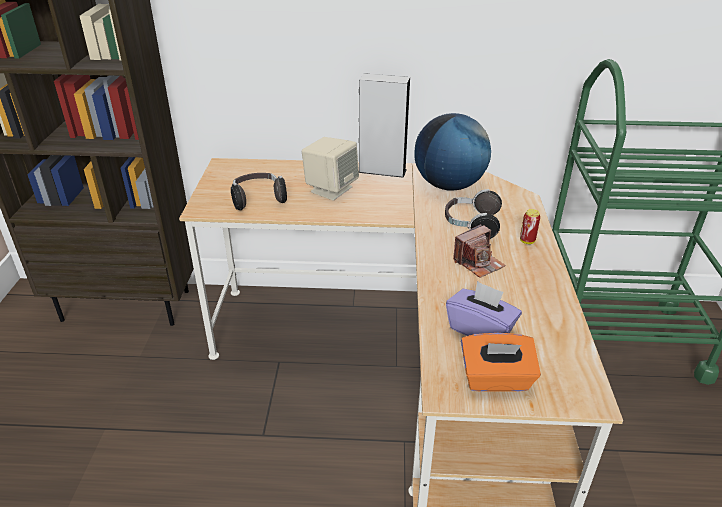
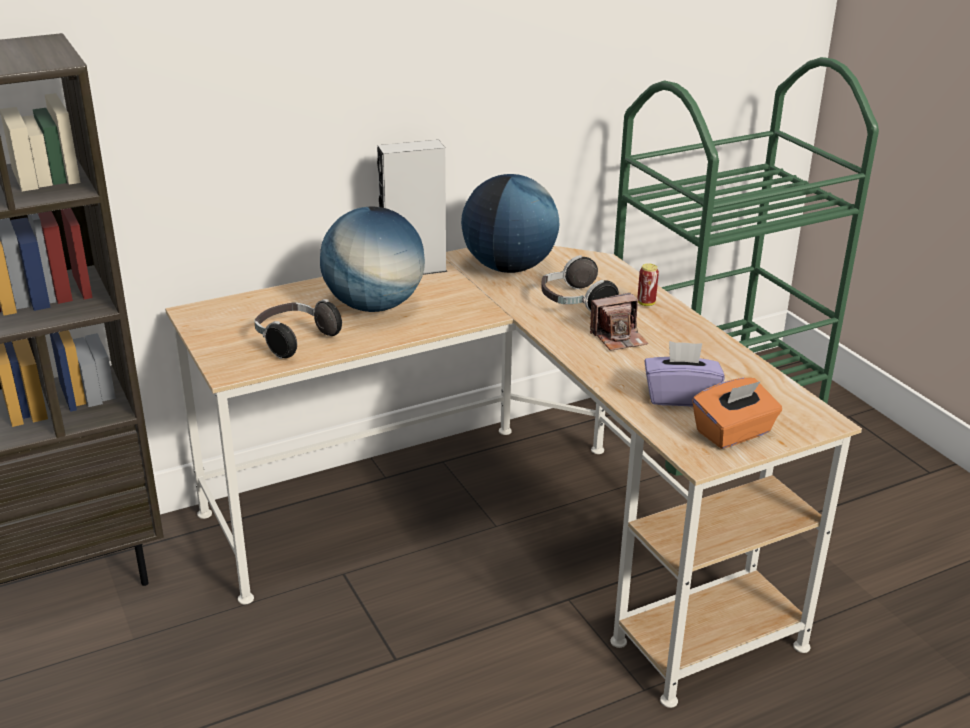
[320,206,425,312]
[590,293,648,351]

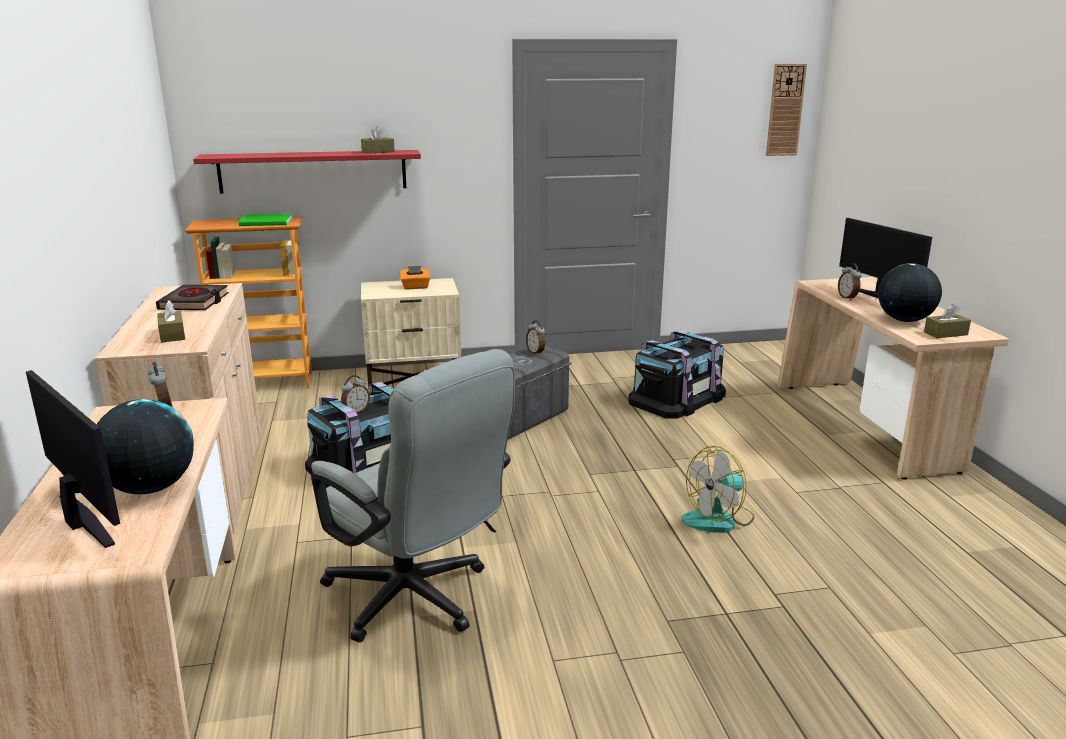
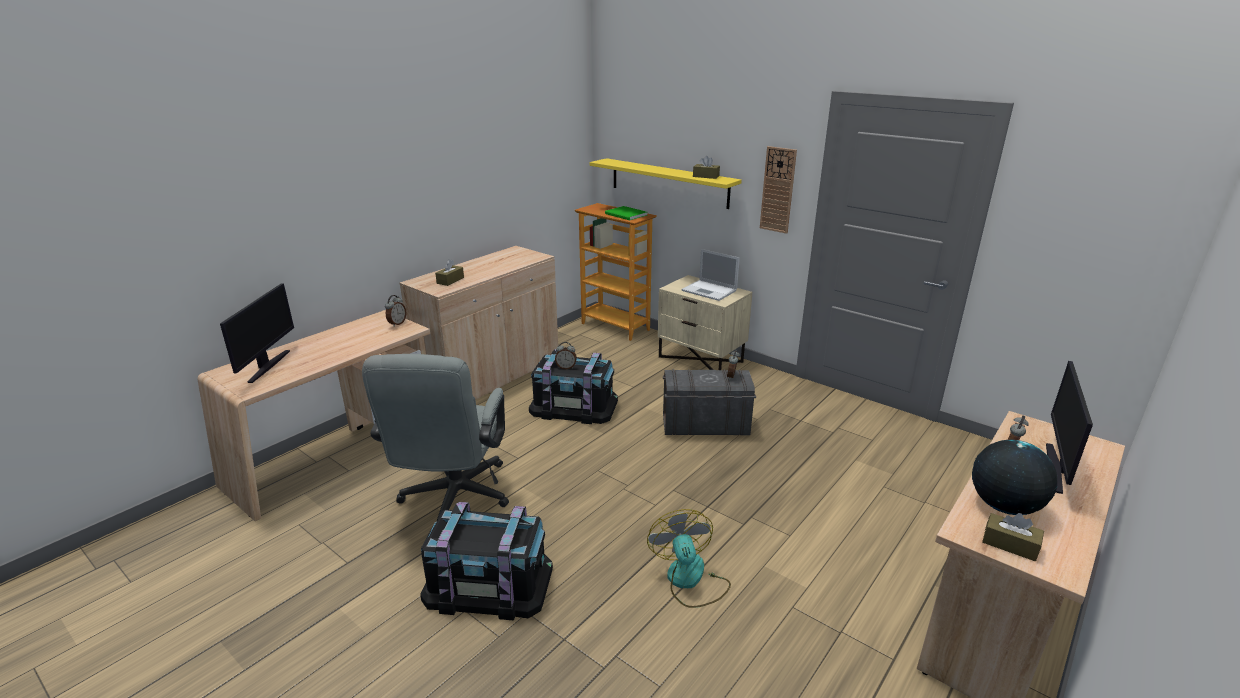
[96,399,194,494] (first image)
[156,285,229,310] (first image)
[590,158,742,209]
[681,249,740,301]
[420,502,553,620]
[647,509,731,608]
[760,146,797,234]

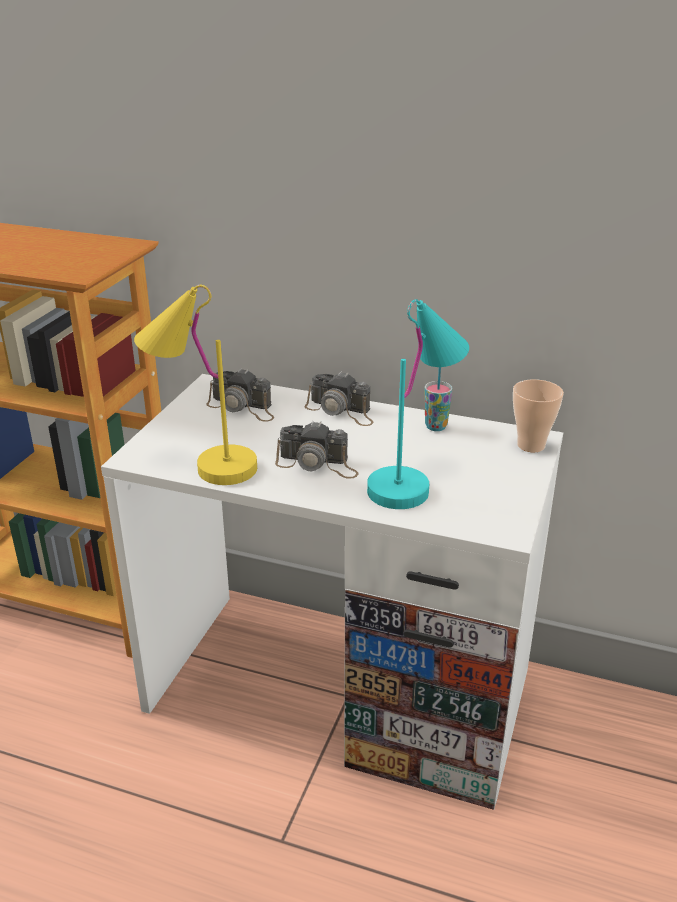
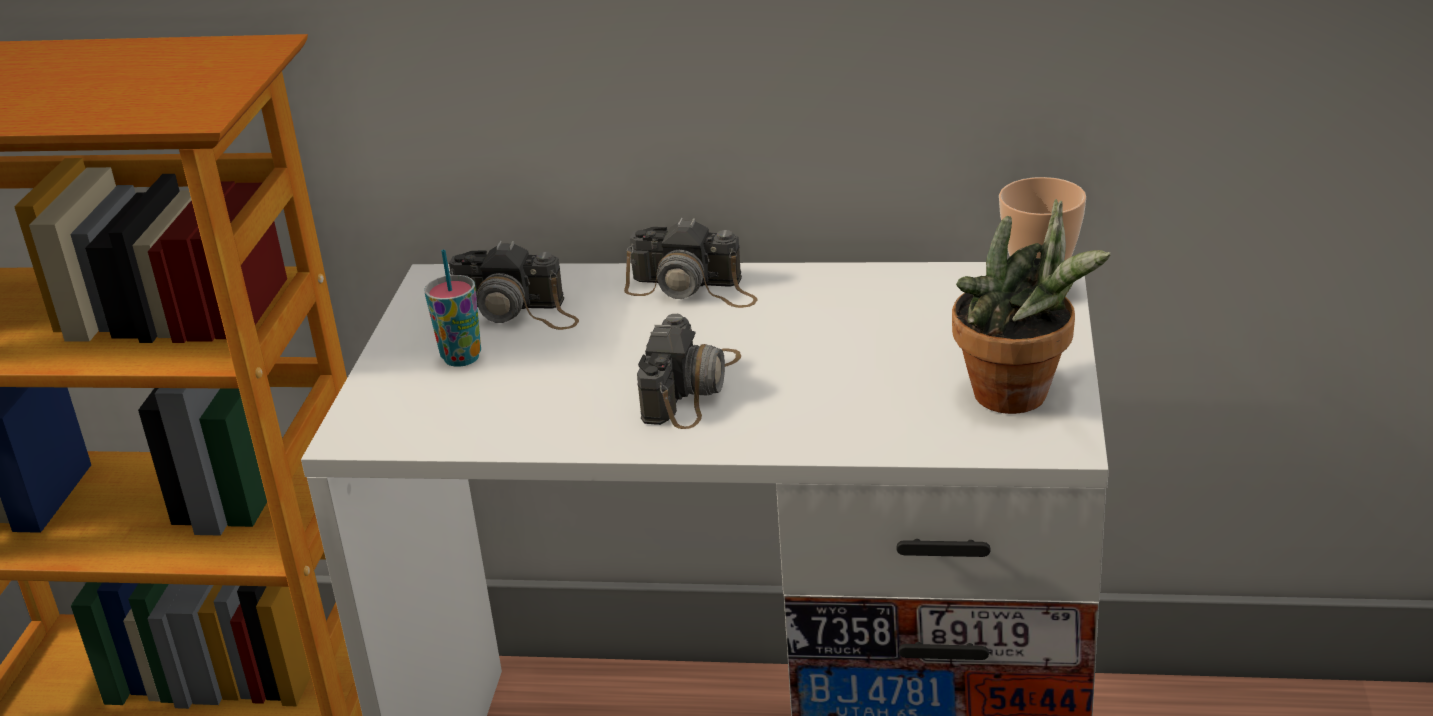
[134,285,257,485] (first image)
[637,314,741,429]
[367,299,469,509] (first image)
[424,250,481,367]
[952,199,1110,414]

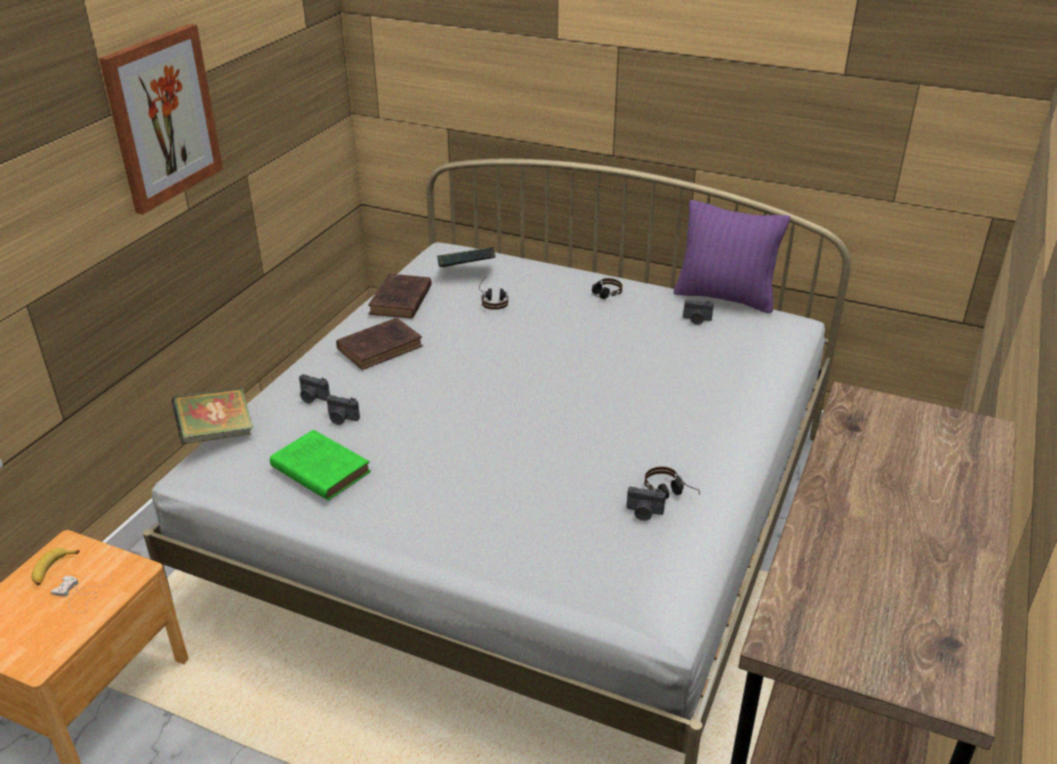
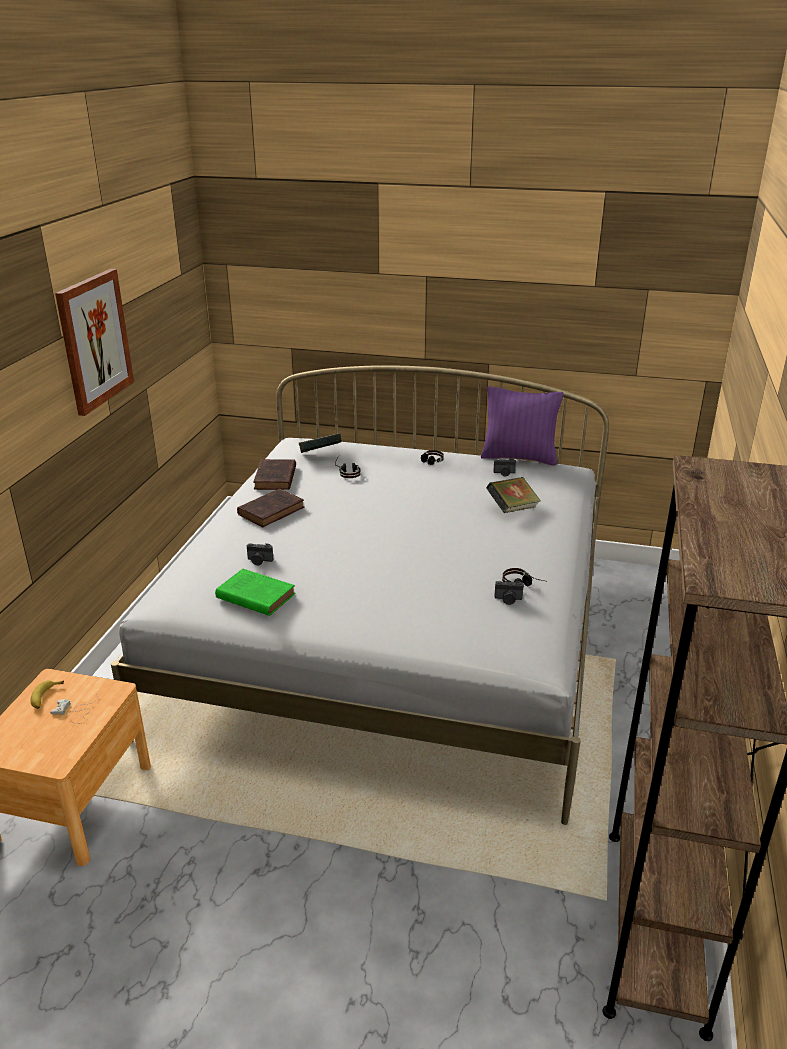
[486,477,541,513]
[299,374,330,403] (first image)

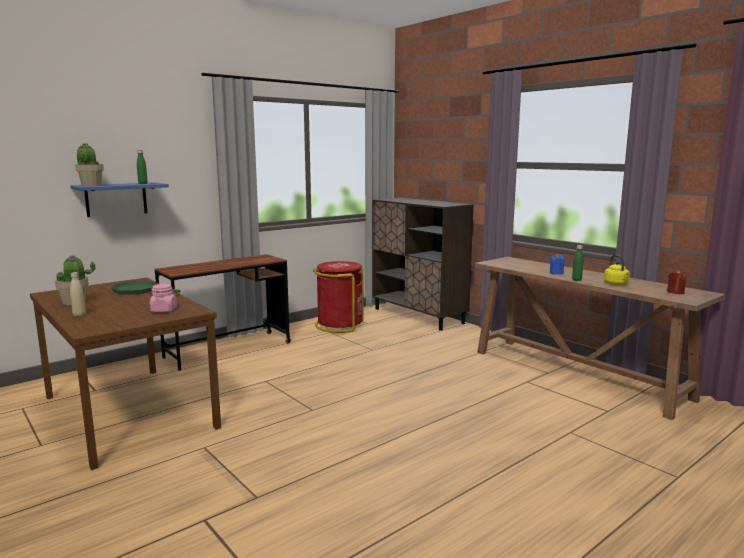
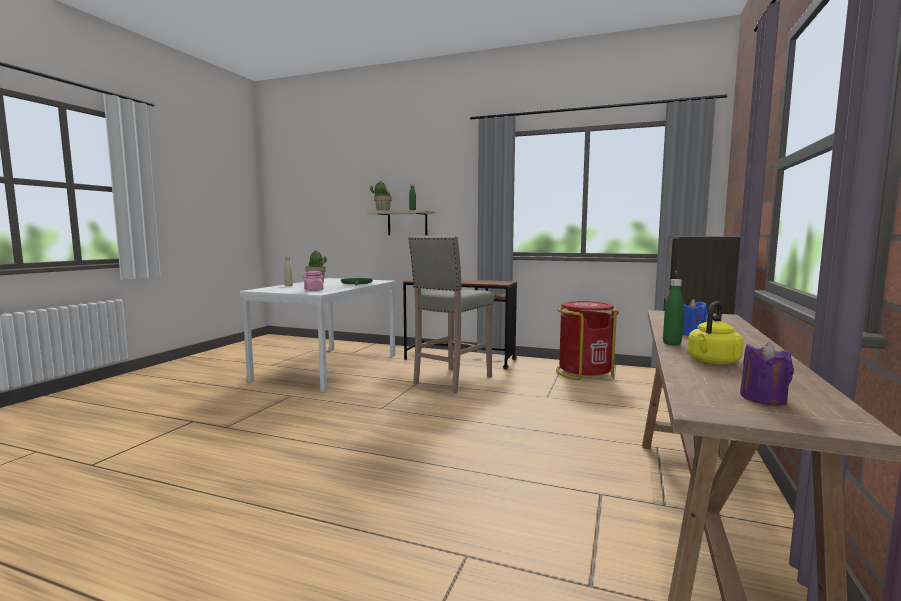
[240,278,396,392]
[367,210,435,235]
[740,342,794,406]
[408,236,494,393]

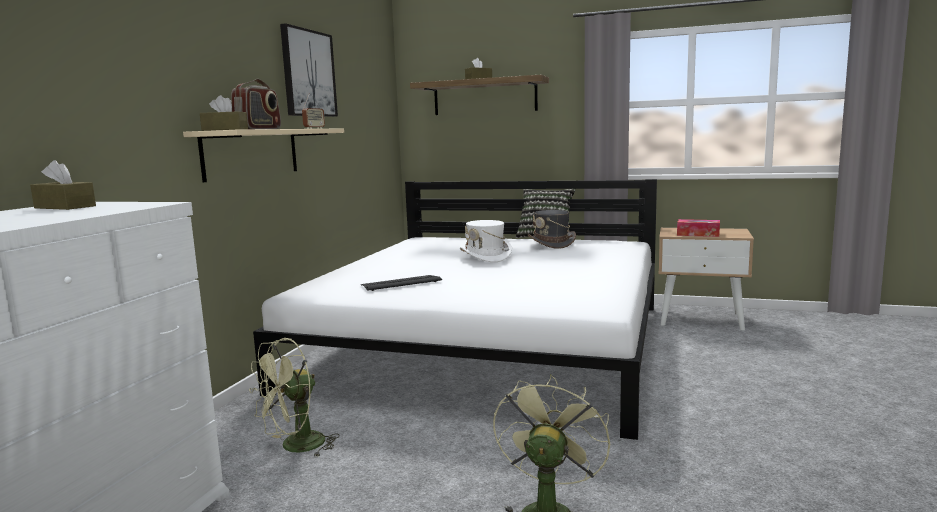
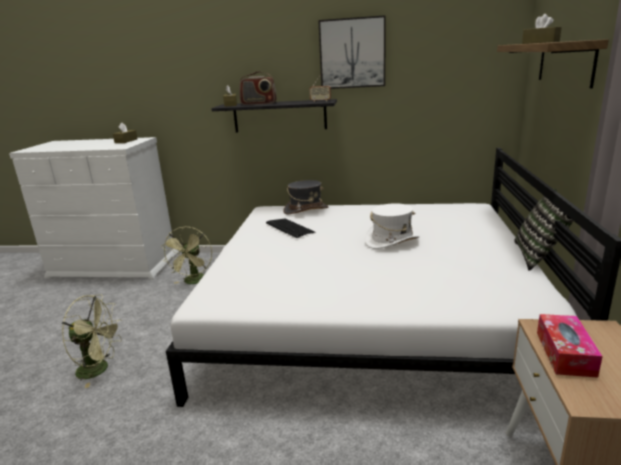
[211,99,337,133]
[161,227,212,284]
[283,180,329,215]

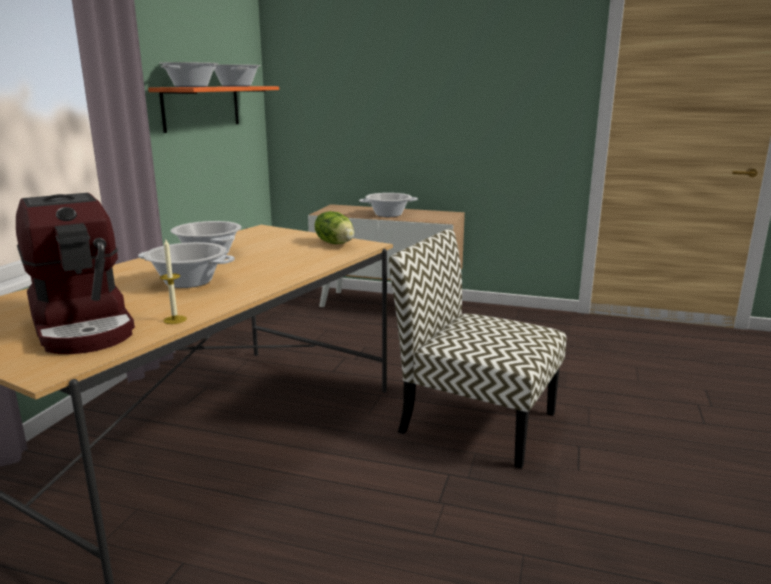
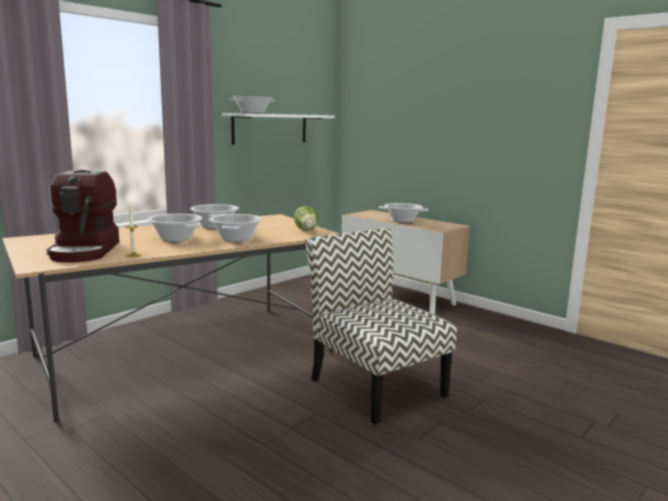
[222,113,335,144]
[209,214,263,242]

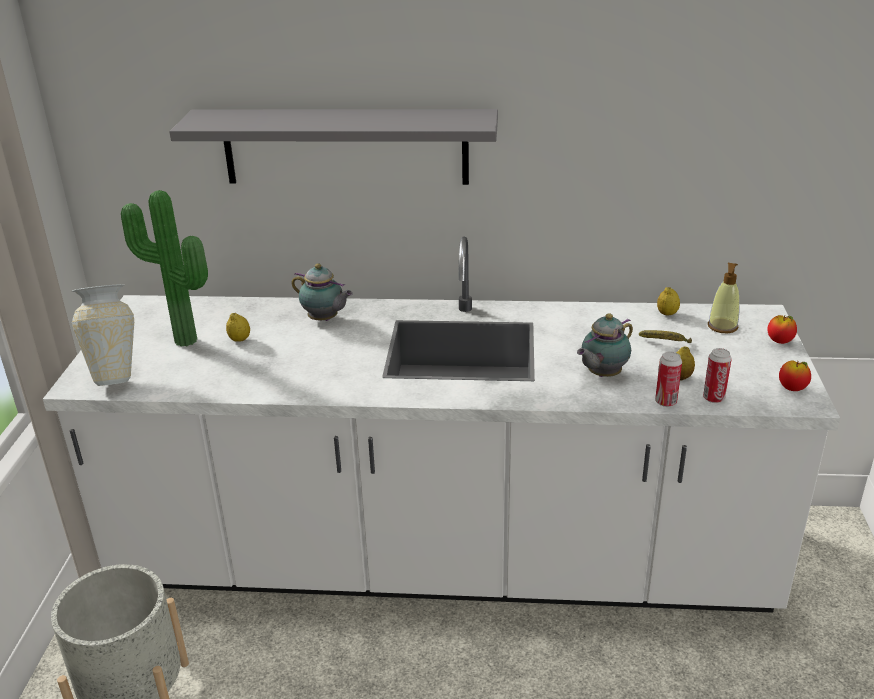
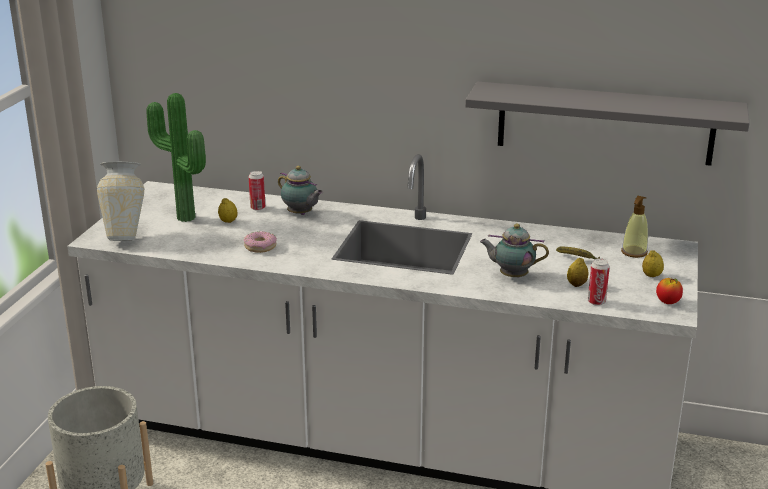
[465,82,750,166]
[480,224,549,278]
[249,171,265,211]
[642,250,664,277]
[767,315,797,344] (first image)
[244,231,277,253]

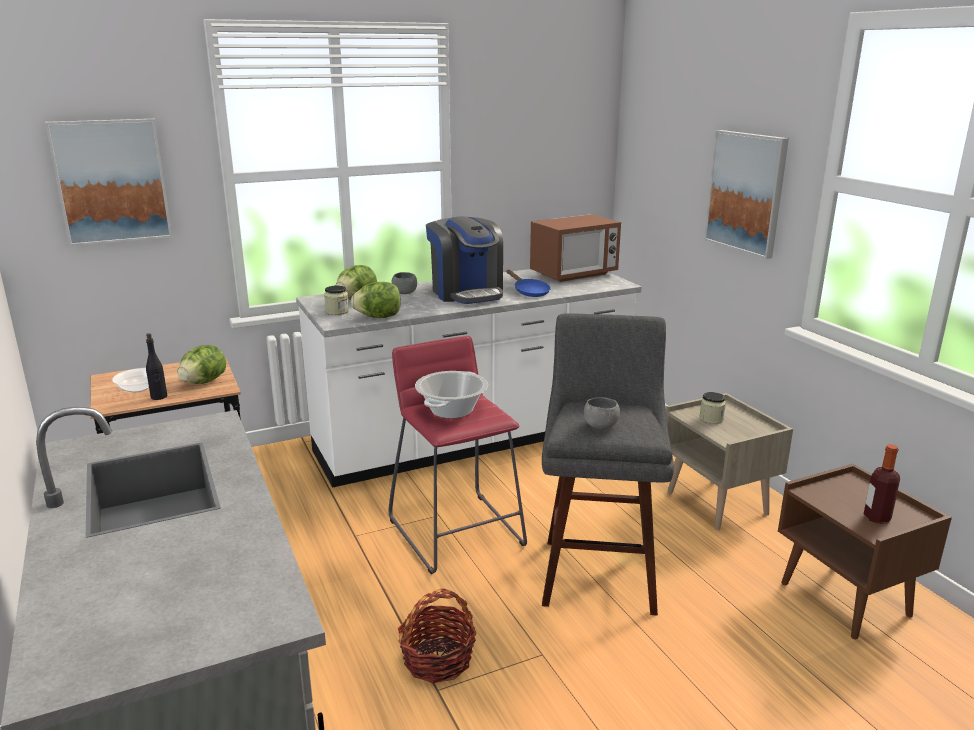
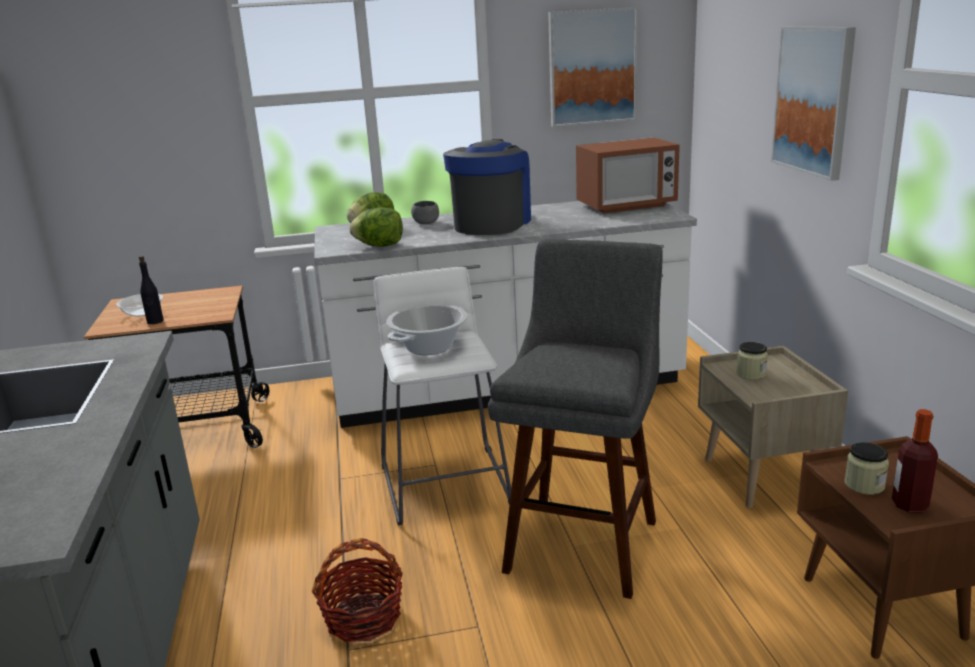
[548,7,638,127]
[178,345,226,384] (first image)
[845,442,889,495]
[373,267,511,526]
[443,139,531,235]
[506,270,551,297] (first image)
[584,397,620,429] (first image)

